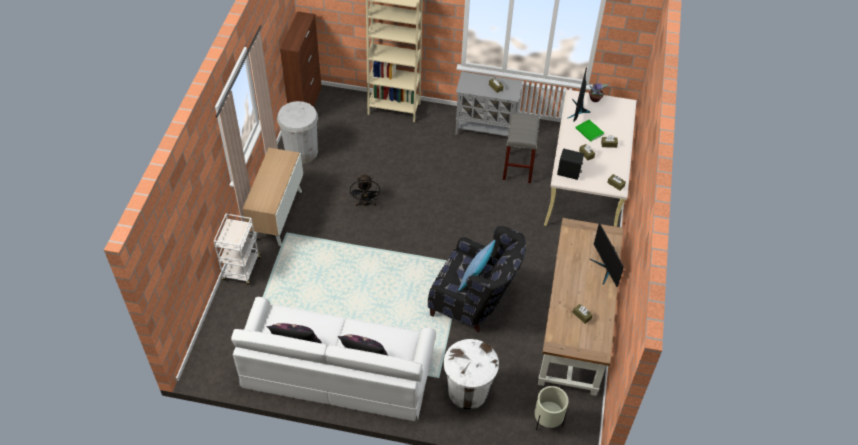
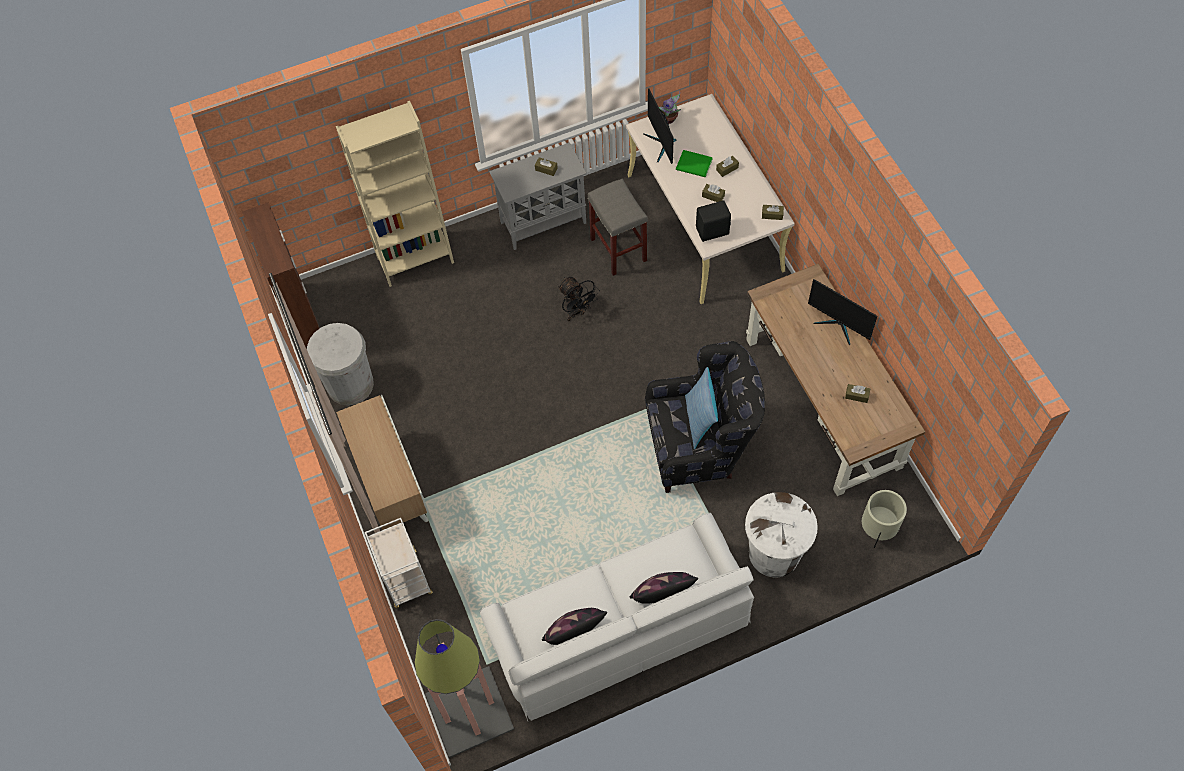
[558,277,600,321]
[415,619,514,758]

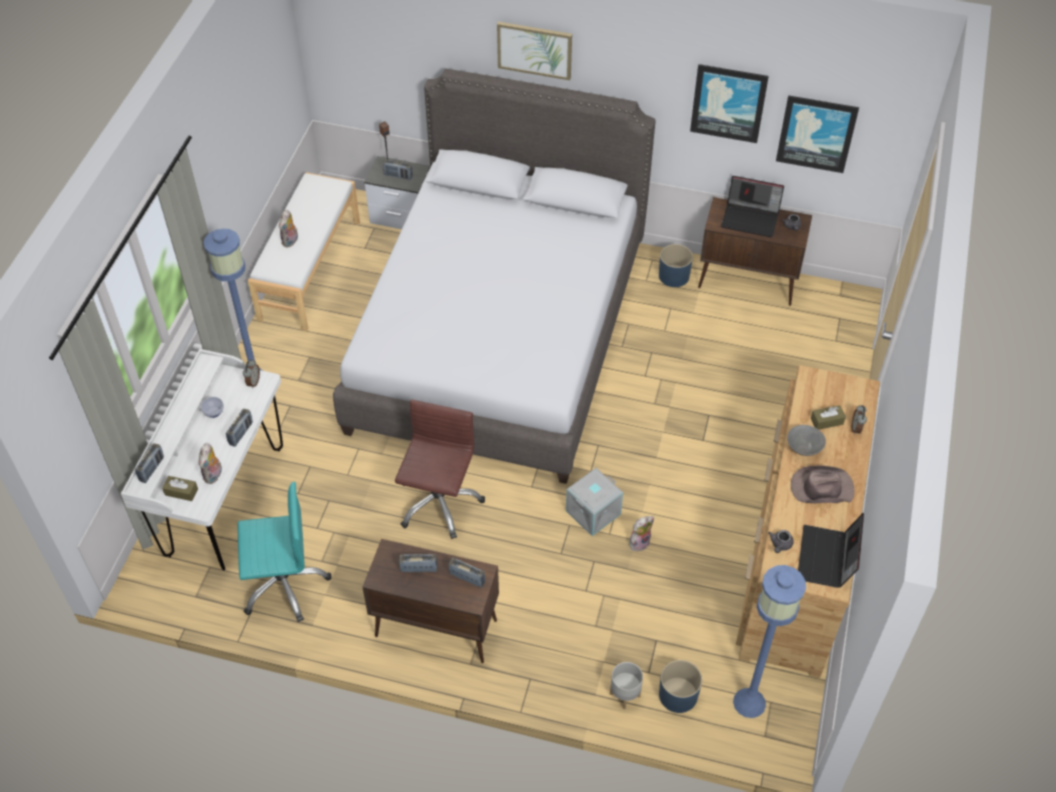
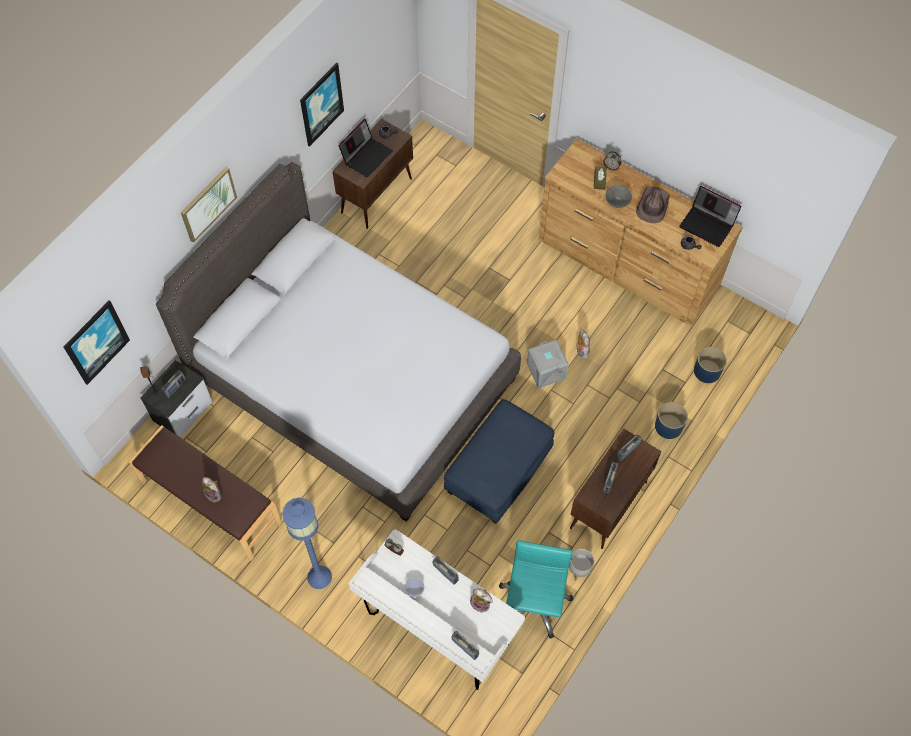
[162,476,198,501] (first image)
[129,425,282,561]
[444,399,554,524]
[569,549,594,581]
[655,402,688,439]
[733,565,806,718] (first image)
[64,300,130,385]

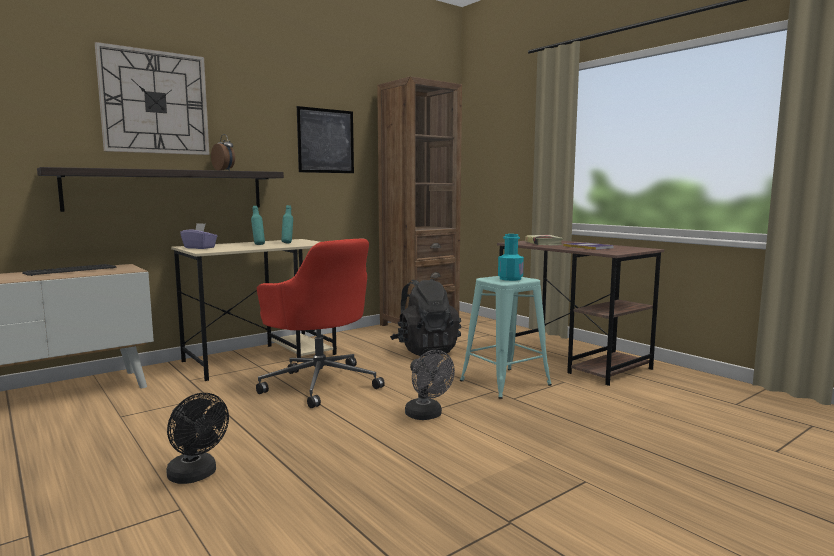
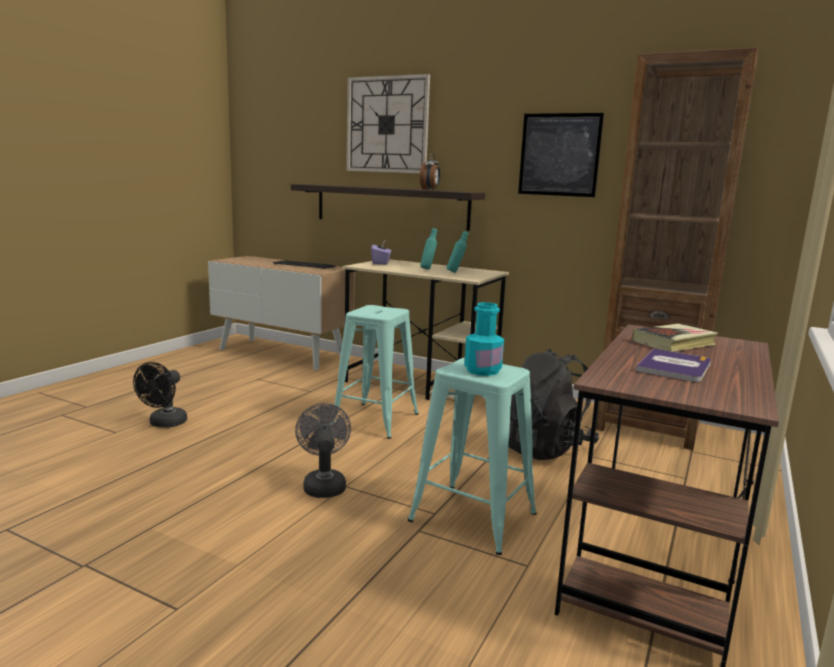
[330,305,419,439]
[295,403,351,498]

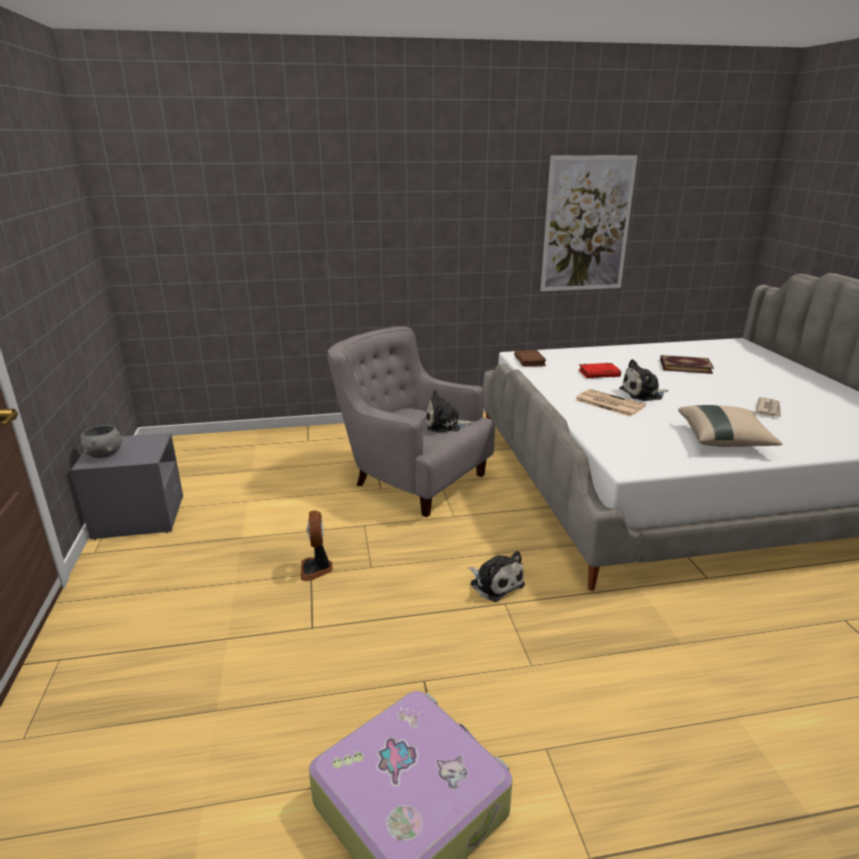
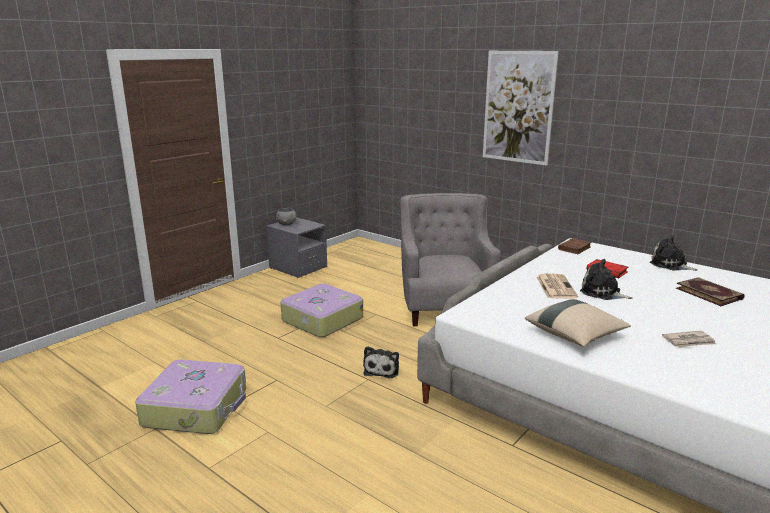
[280,284,363,337]
[650,235,698,271]
[483,51,559,166]

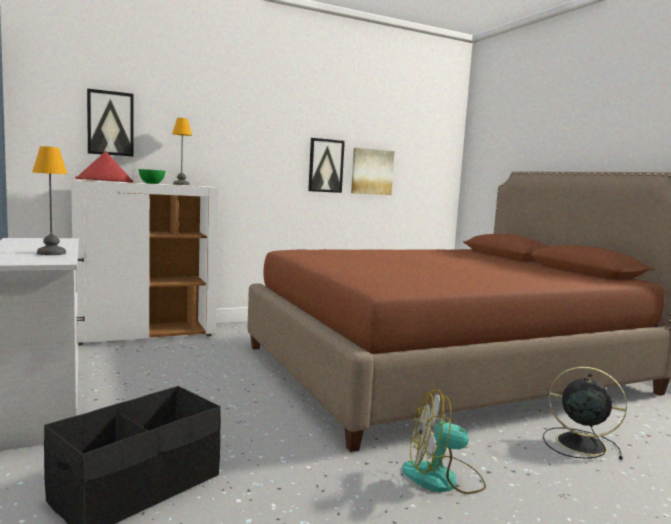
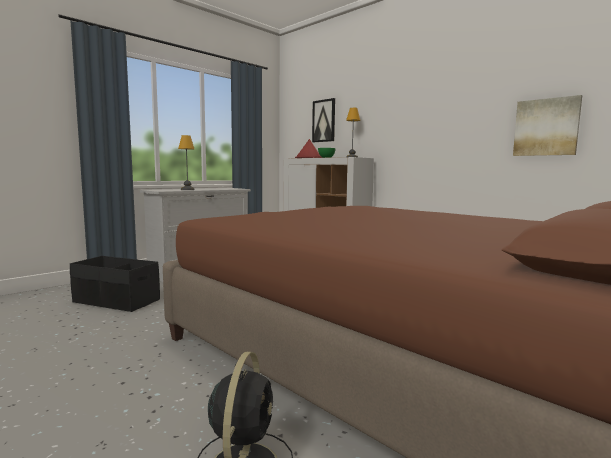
[308,138,345,193] (first image)
[402,390,486,494] (first image)

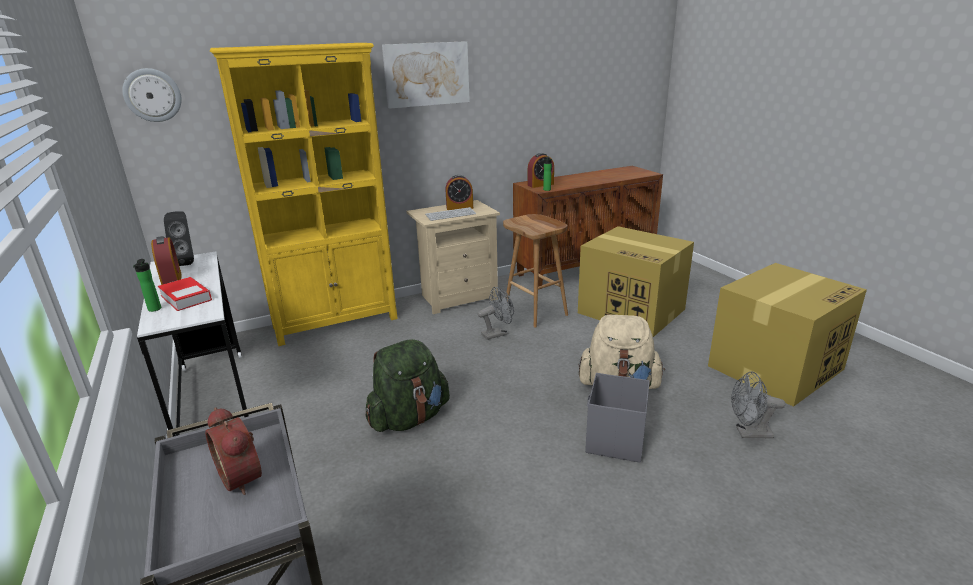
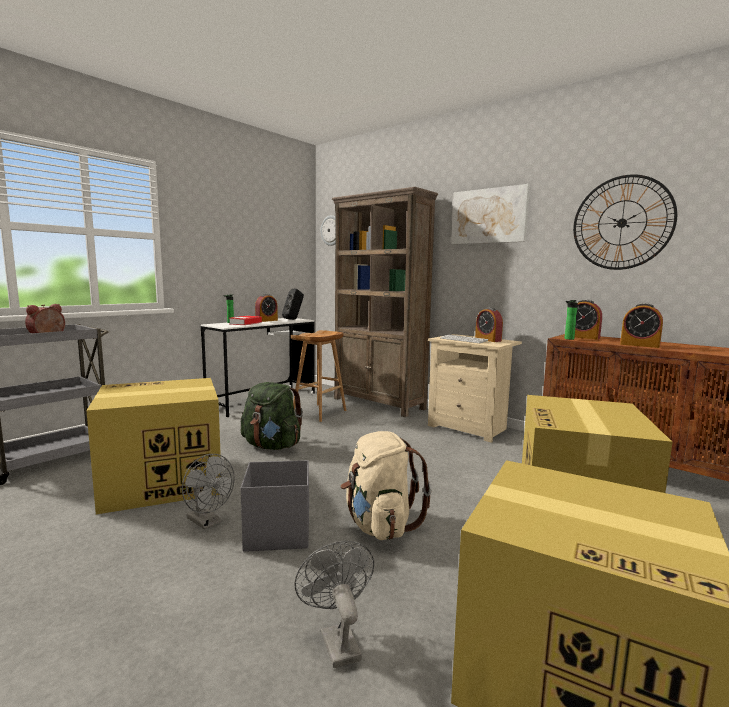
[332,187,438,417]
[182,454,234,530]
[291,330,346,422]
[86,378,221,514]
[573,174,677,270]
[620,303,663,348]

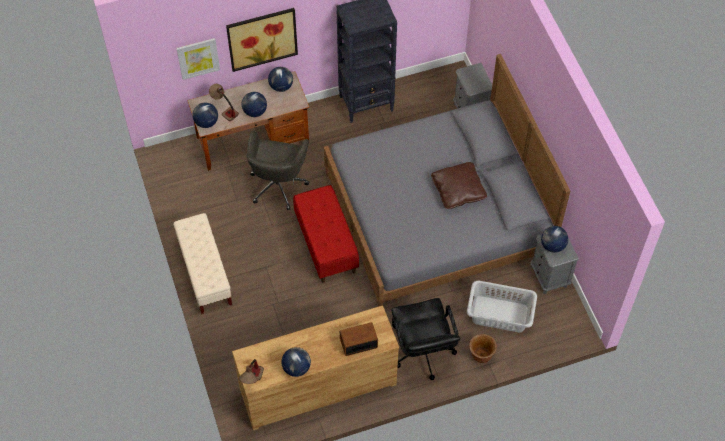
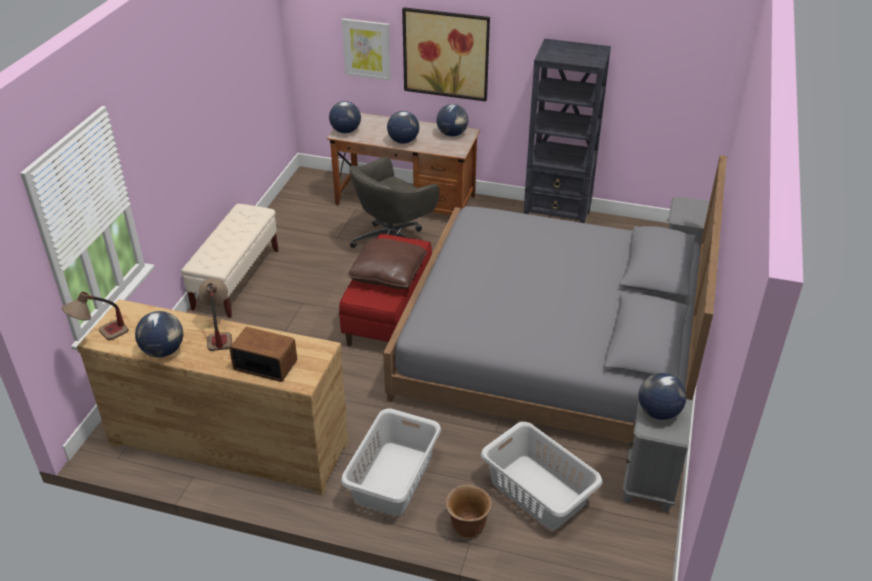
[199,278,232,351]
[341,408,441,516]
[348,239,427,289]

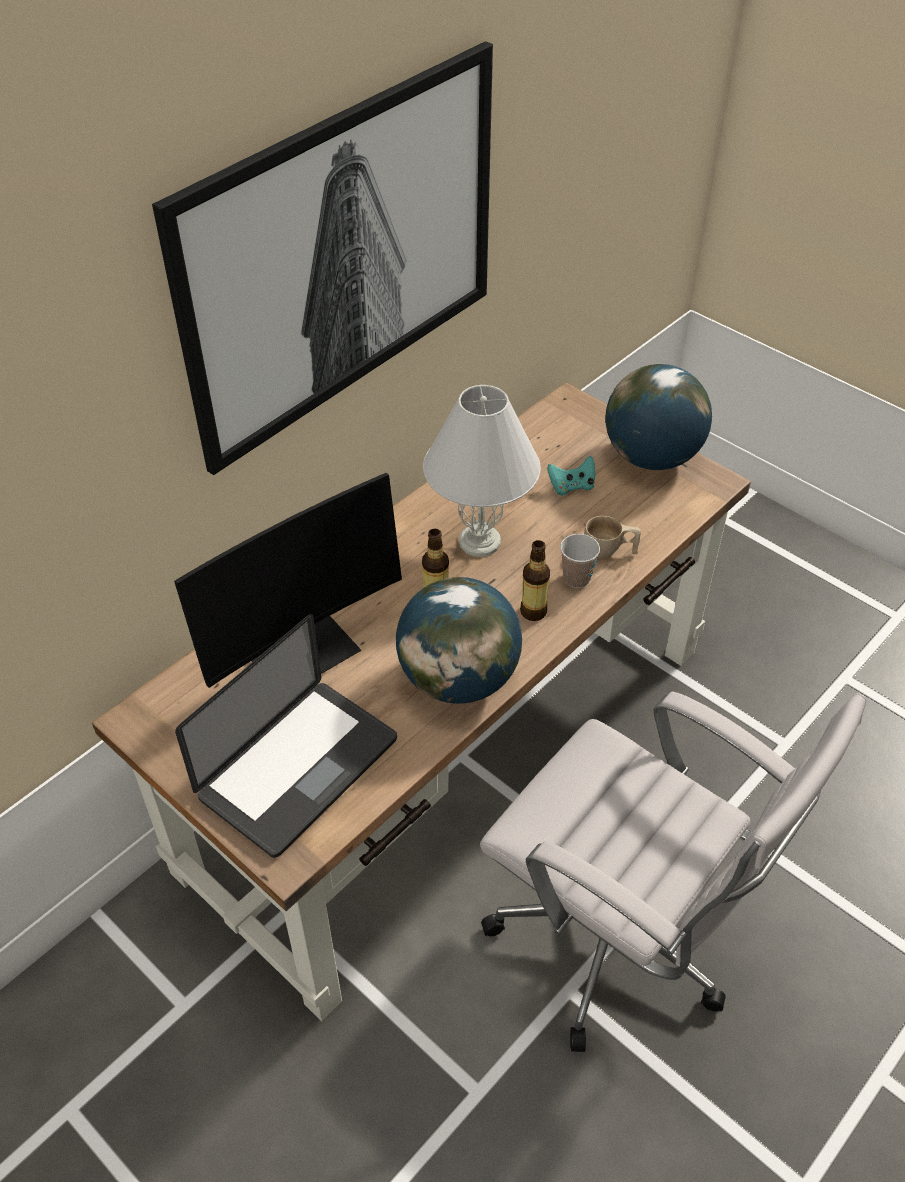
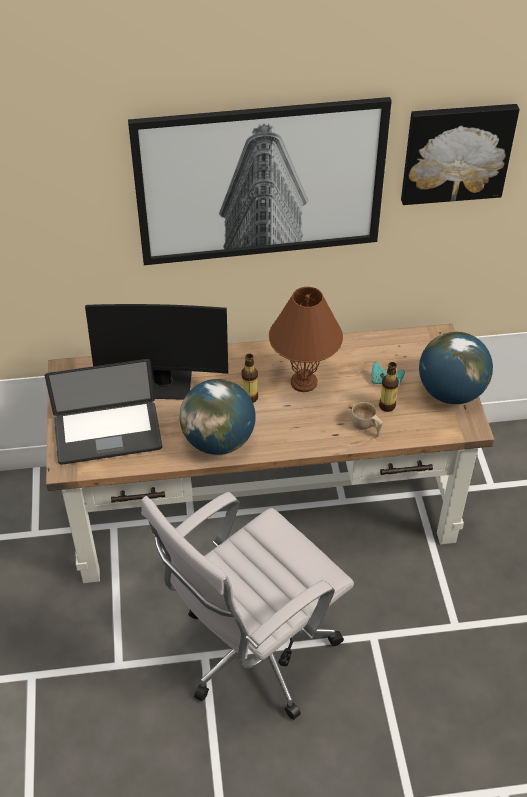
[269,287,343,392]
[141,492,354,720]
[379,362,399,412]
[560,534,600,588] (first image)
[401,104,520,205]

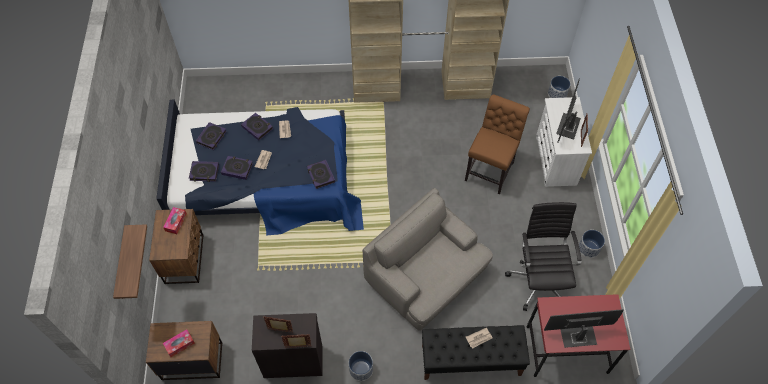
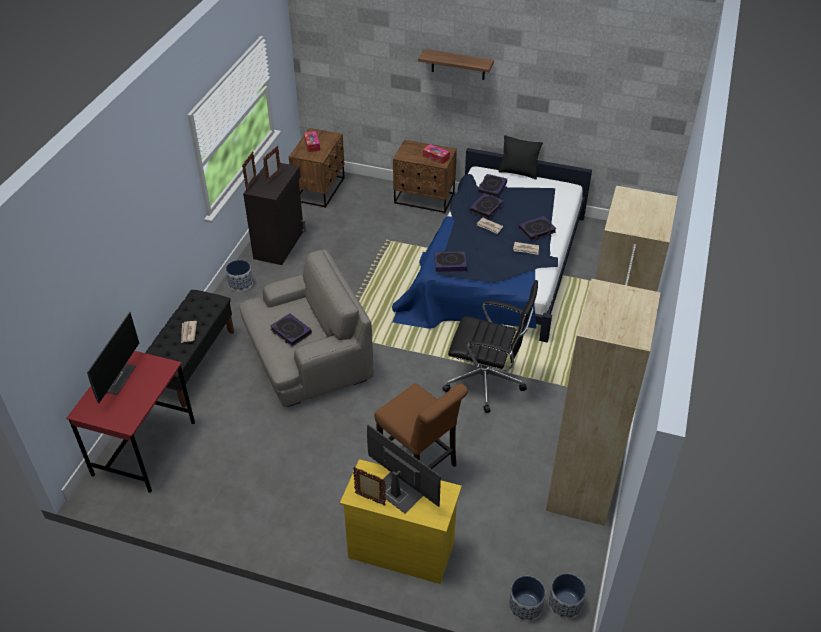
[418,49,494,80]
[270,313,312,346]
[442,280,538,413]
[340,459,462,584]
[549,573,586,619]
[498,135,543,179]

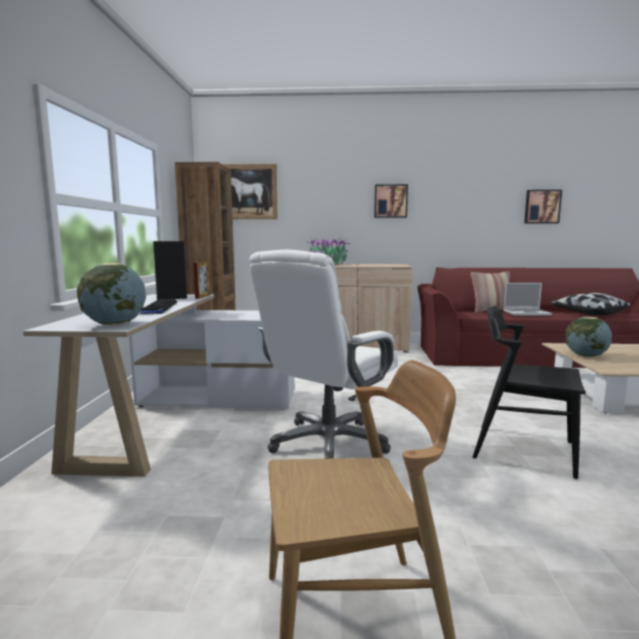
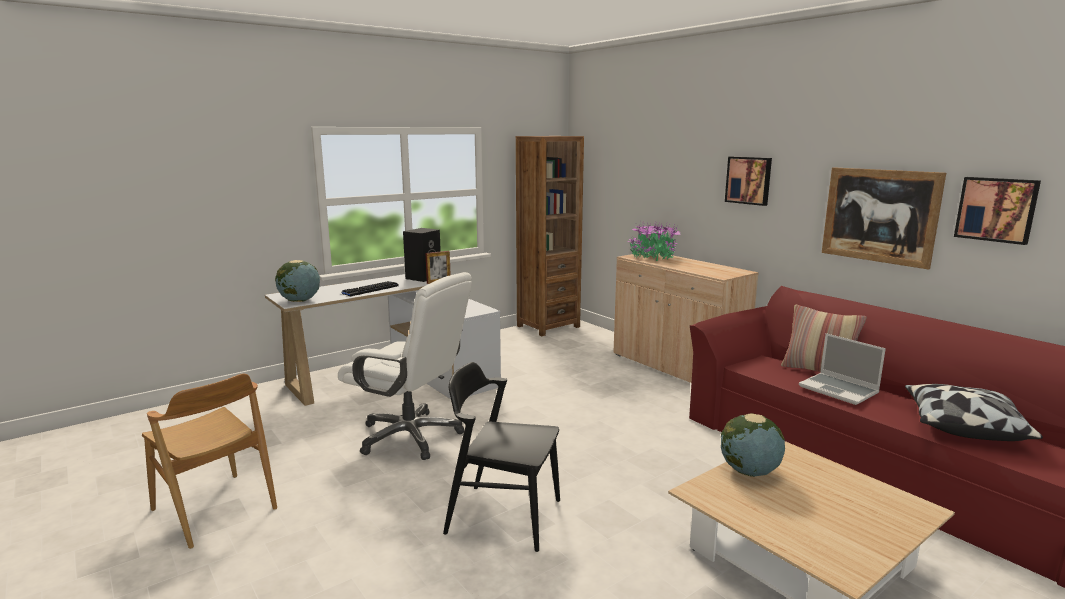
[822,167,946,270]
[338,272,472,460]
[443,362,560,552]

